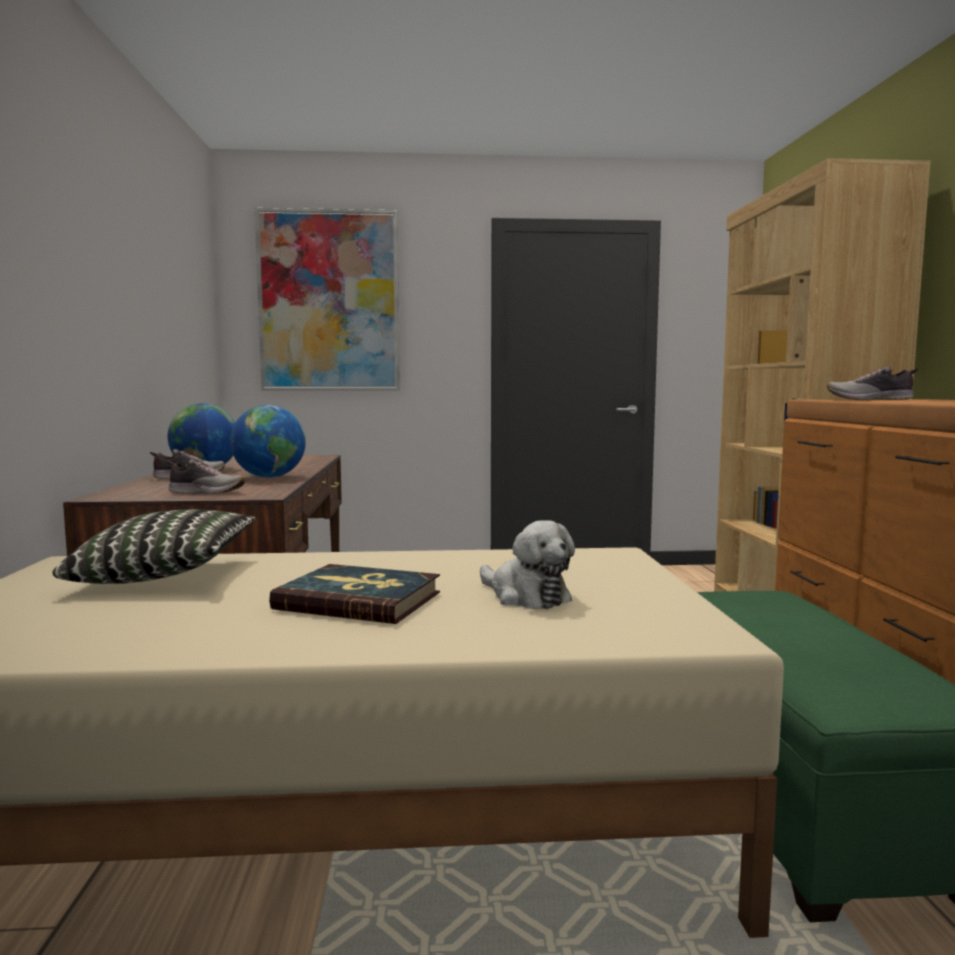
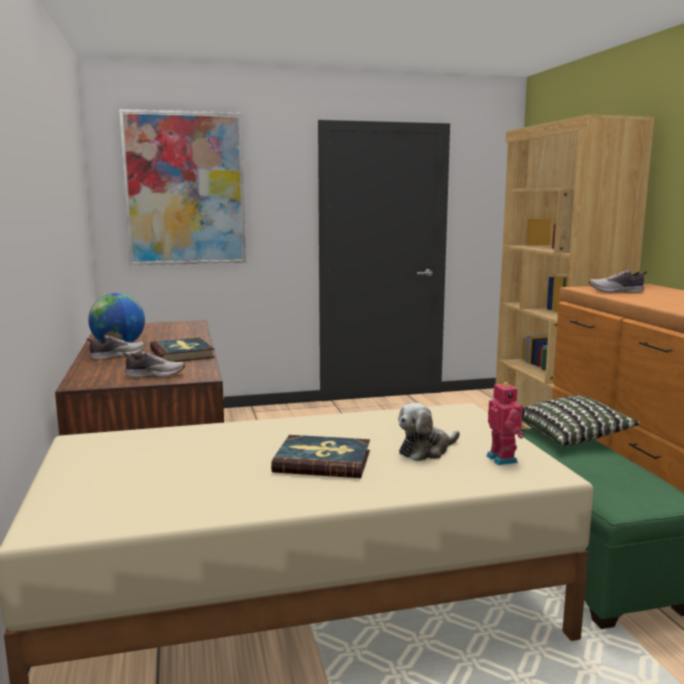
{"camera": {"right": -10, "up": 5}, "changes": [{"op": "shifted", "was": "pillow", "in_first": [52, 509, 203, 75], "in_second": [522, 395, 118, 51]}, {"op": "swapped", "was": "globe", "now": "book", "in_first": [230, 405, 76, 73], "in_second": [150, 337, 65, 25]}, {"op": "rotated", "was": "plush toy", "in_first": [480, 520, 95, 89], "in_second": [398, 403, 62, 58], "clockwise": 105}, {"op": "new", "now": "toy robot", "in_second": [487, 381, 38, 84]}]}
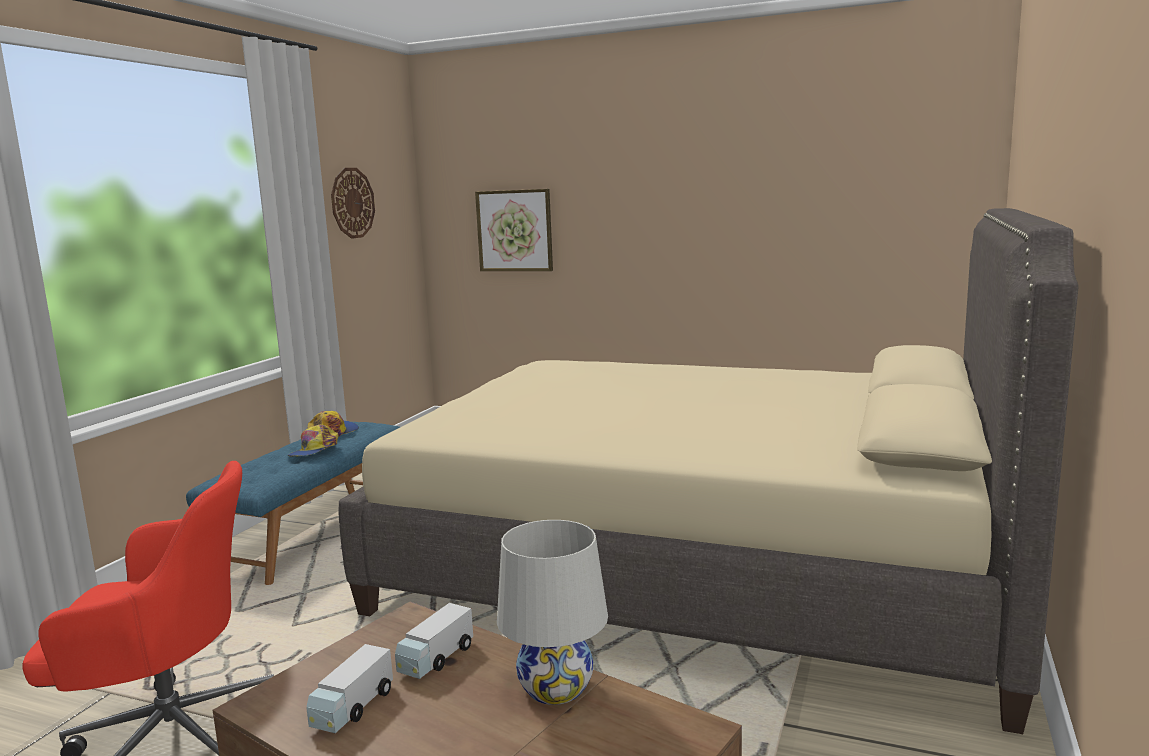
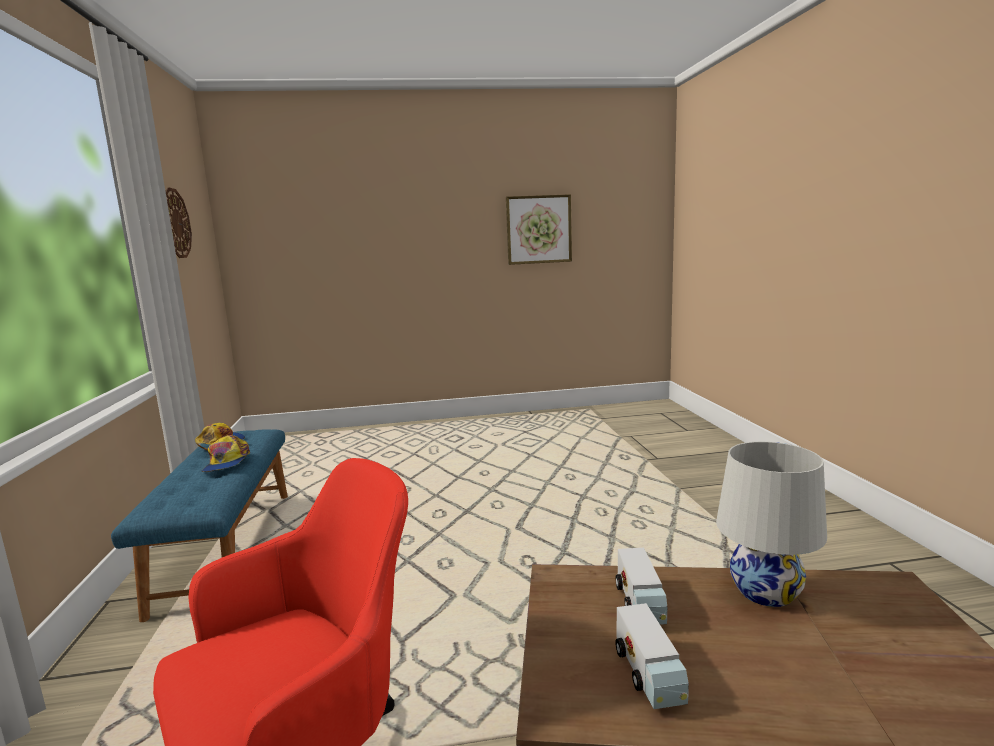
{"camera": {"right": -30, "up": 0}, "changes": [{"op": "gone", "was": "bed (beige)", "in_first": [338, 208, 741, 526]}, {"op": "shifted", "was": "picture", "in_first": [475, 189, 78, 82], "in_second": [506, 194, 66, 71]}]}
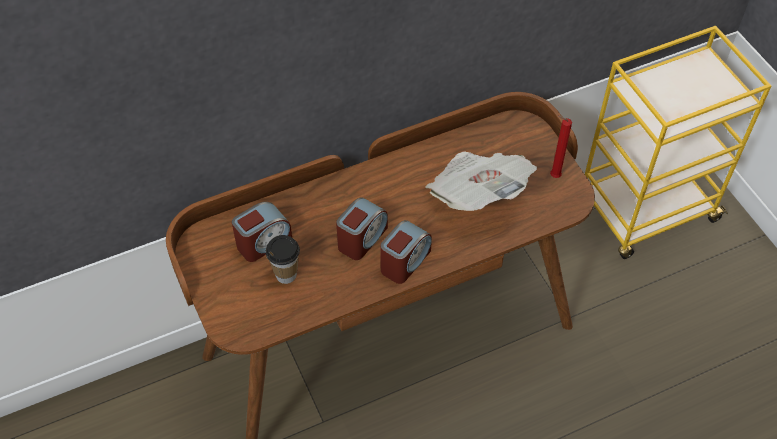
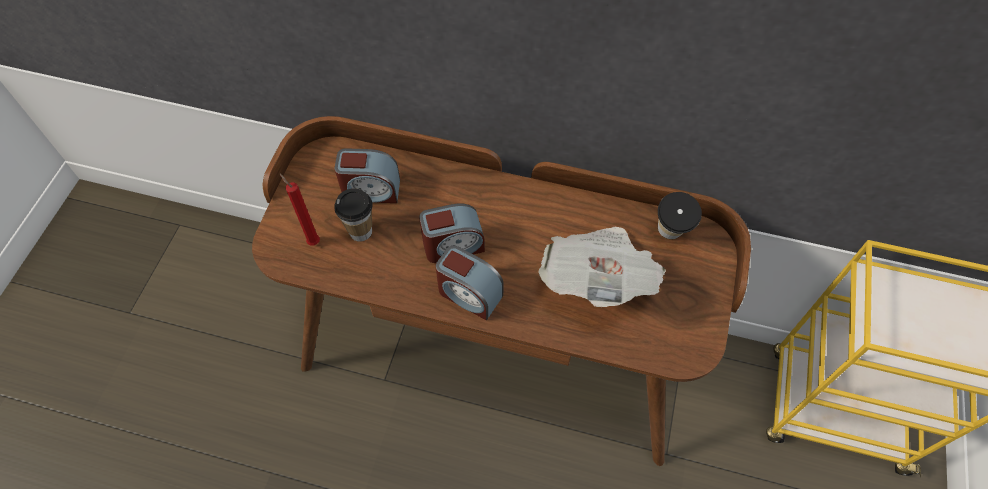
{"camera": {"right": 40, "up": 5}, "changes": [{"op": "rotated", "was": "alarm clock", "in_first": [380, 220, 52, 64], "in_second": [436, 246, 68, 74], "clockwise": 45}, {"op": "shifted", "was": "candle (red)", "in_first": [550, 115, 22, 63], "in_second": [280, 174, 40, 72]}, {"op": "new", "now": "cup", "in_second": [658, 192, 44, 47]}]}
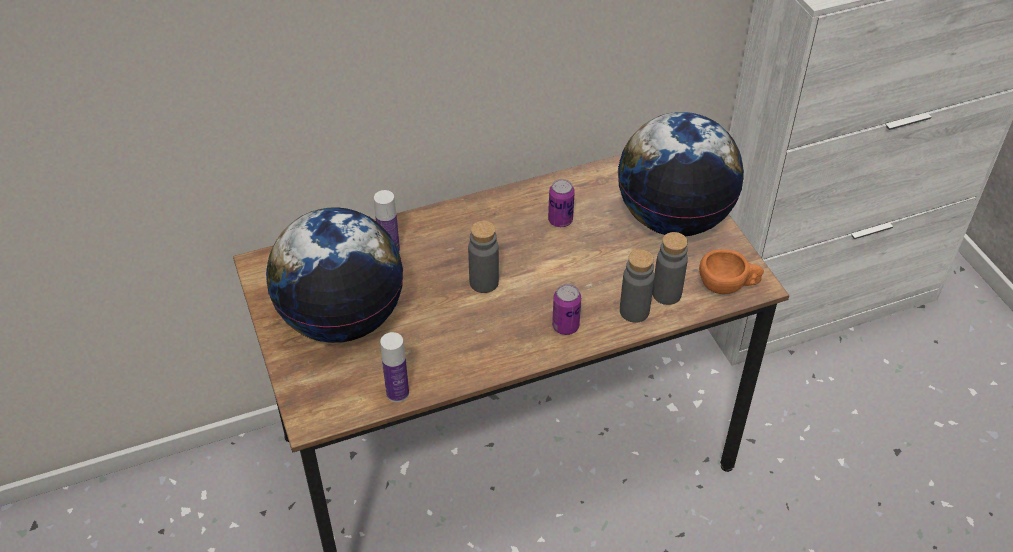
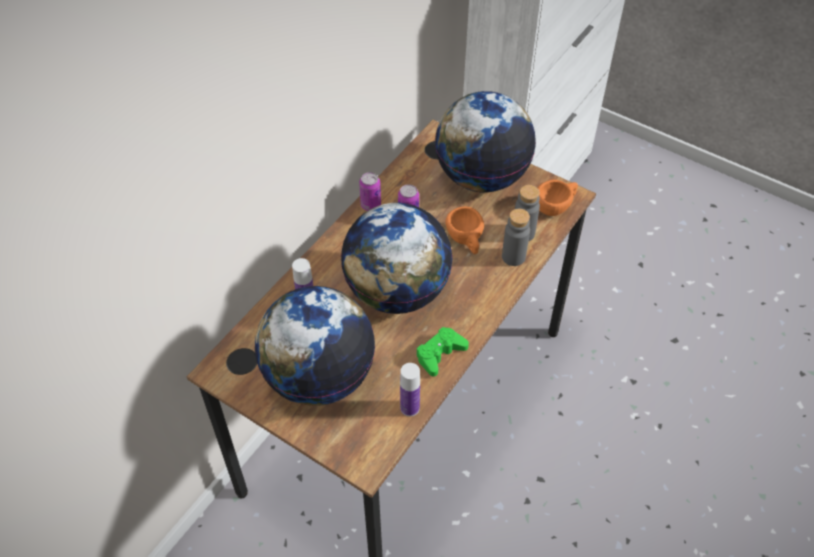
{"camera": {"right": -35, "up": 5}, "changes": [{"op": "swapped", "was": "bottle (grey)", "now": "globe", "in_first": [468, 221, 31, 72], "in_second": [341, 202, 112, 112]}, {"op": "shifted", "was": "can", "in_first": [552, 284, 29, 51], "in_second": [359, 172, 22, 39]}, {"op": "new", "now": "game controller (green)", "in_second": [416, 327, 53, 49]}, {"op": "new", "now": "cup (orange)", "in_second": [446, 207, 38, 47]}]}
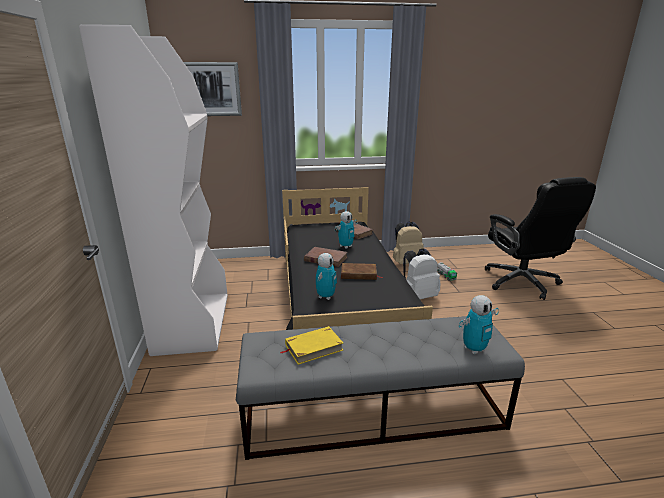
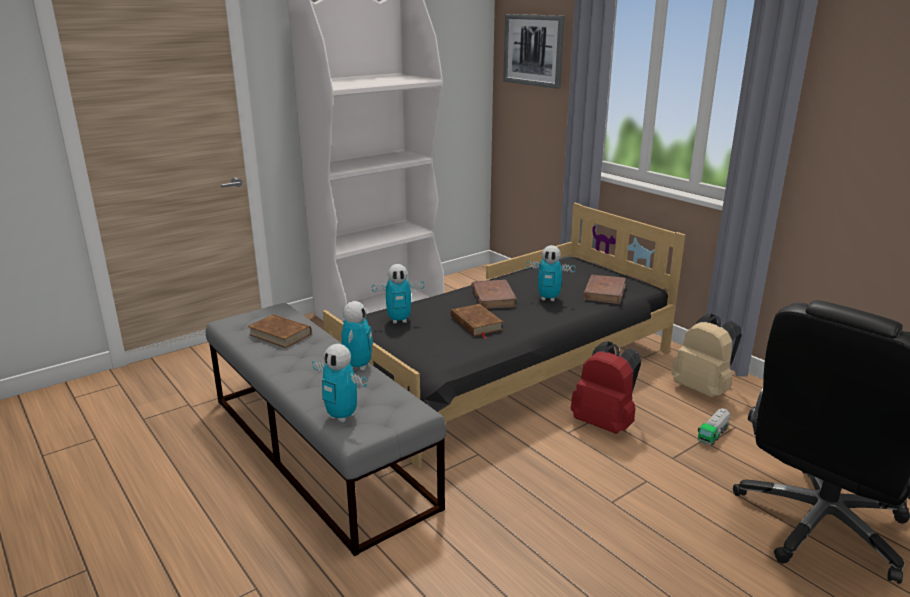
{"camera": {"right": 60, "up": 0}, "changes": [{"op": "repainted", "was": "book (yellow)", "now": "book (brown)", "in_first": [280, 326, 63, 39], "in_second": [248, 314, 64, 34]}, {"op": "repainted", "was": "backpack (white)", "now": "backpack (red)", "in_first": [403, 249, 38, 50], "in_second": [571, 342, 70, 92]}, {"op": "new", "now": "toy robot", "in_second": [341, 301, 32, 69]}]}
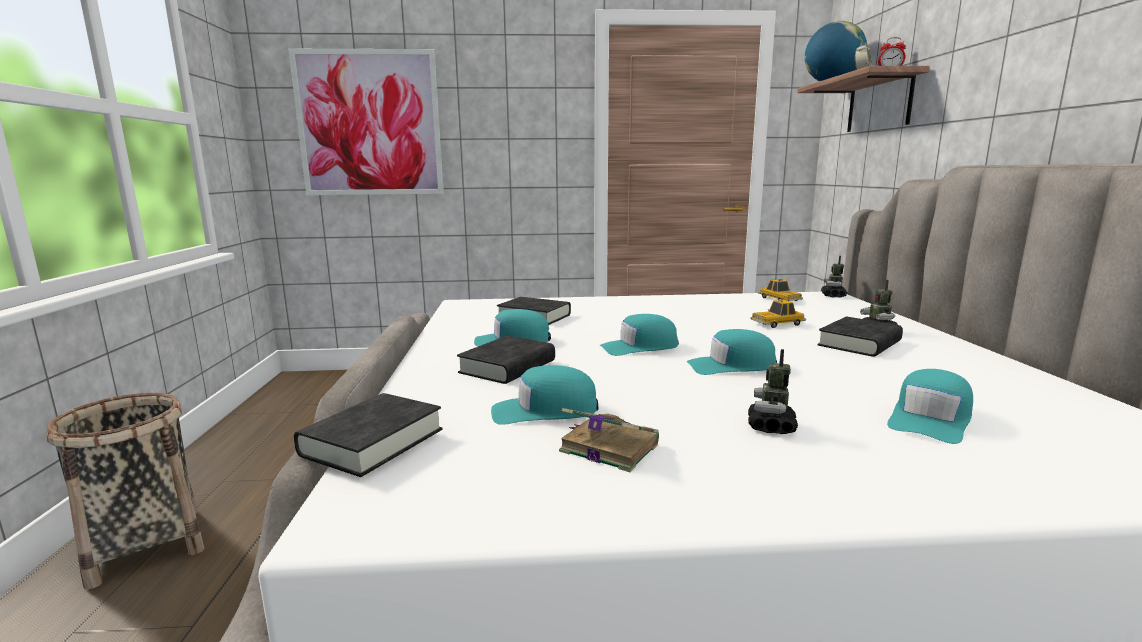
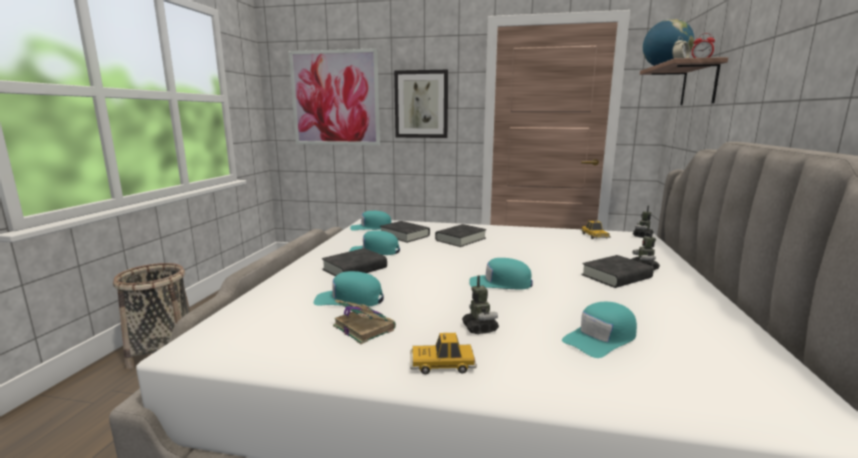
{"camera": {"right": 15, "up": 0}, "changes": [{"op": "shifted", "was": "book (black)", "in_first": [294, 393, 149, 84], "in_second": [435, 224, 51, 23]}, {"op": "shifted", "was": "cap (turquoise)", "in_first": [600, 314, 79, 42], "in_second": [350, 211, 41, 20]}, {"op": "rotated", "was": "toy robot", "in_first": [748, 349, 50, 85], "in_second": [462, 276, 37, 58], "clockwise": 135}, {"op": "shifted", "was": "toy car", "in_first": [750, 299, 56, 29], "in_second": [410, 333, 67, 41]}, {"op": "new", "now": "picture", "in_second": [394, 70, 54, 68]}]}
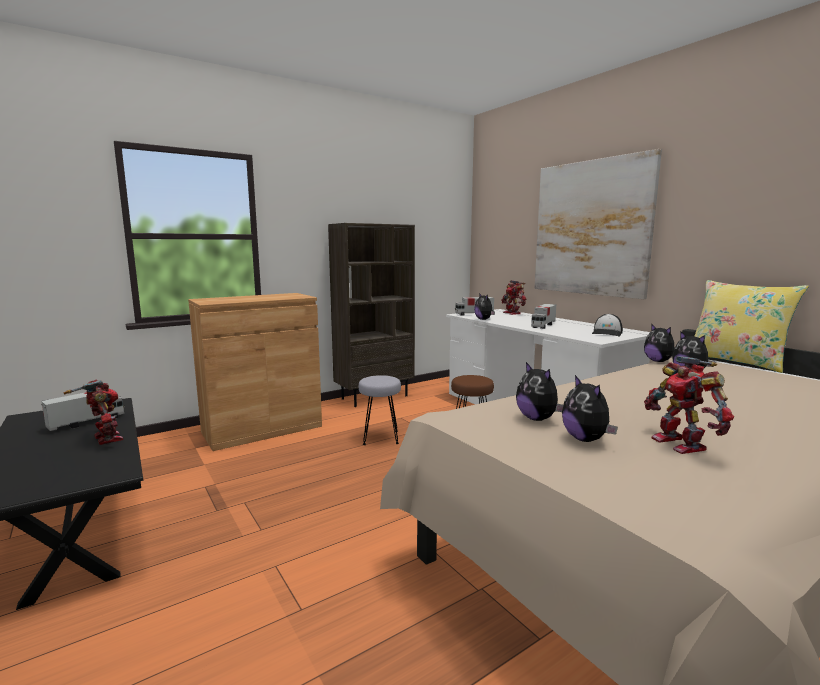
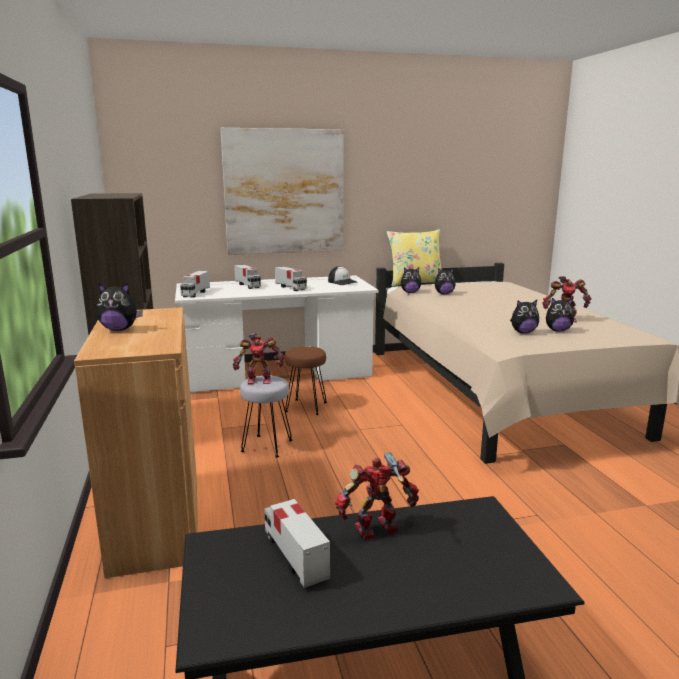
{"camera": {"right": -70, "up": 5}, "changes": [{"op": "shifted", "was": "plush toy", "in_first": [474, 293, 21, 27], "in_second": [97, 283, 46, 48]}, {"op": "shifted", "was": "toy robot", "in_first": [501, 280, 25, 35], "in_second": [233, 333, 52, 51]}, {"op": "new", "now": "toy truck", "in_second": [234, 265, 27, 24]}]}
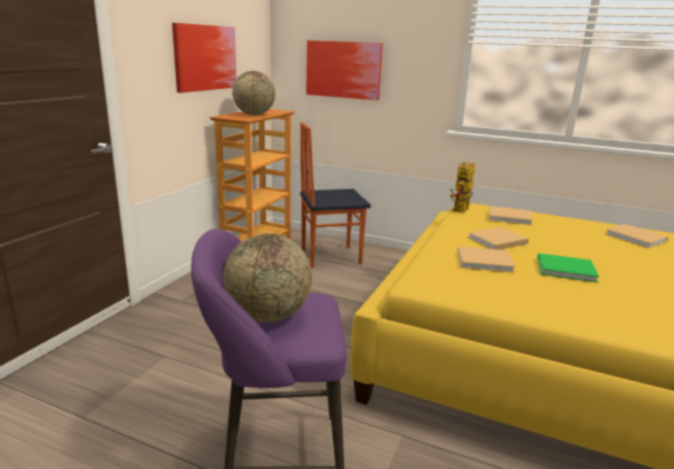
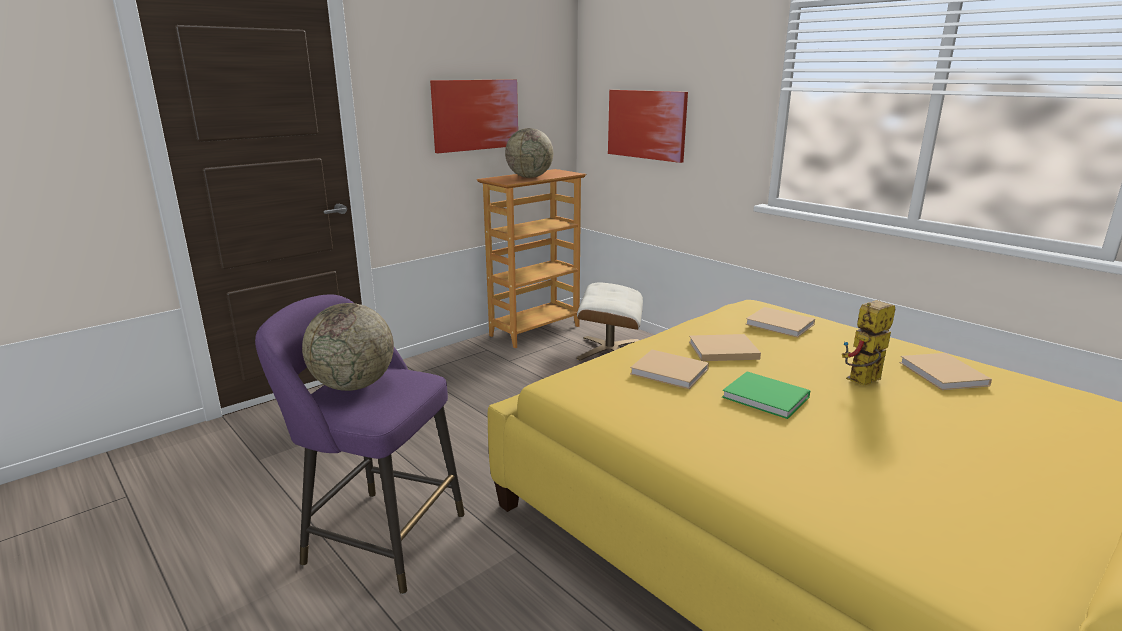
{"camera": {"right": 25, "up": 0}, "changes": [{"op": "swapped", "was": "chair", "now": "ottoman (beige)", "in_first": [300, 122, 71, 146], "in_second": [576, 282, 67, 79]}, {"op": "shifted", "was": "toy robot", "in_first": [450, 162, 25, 51], "in_second": [842, 300, 53, 85]}]}
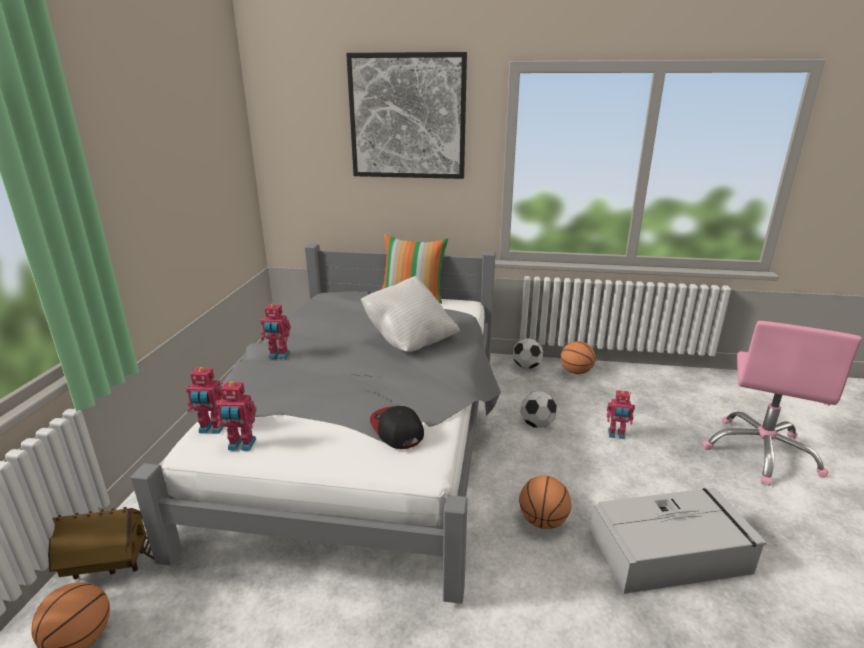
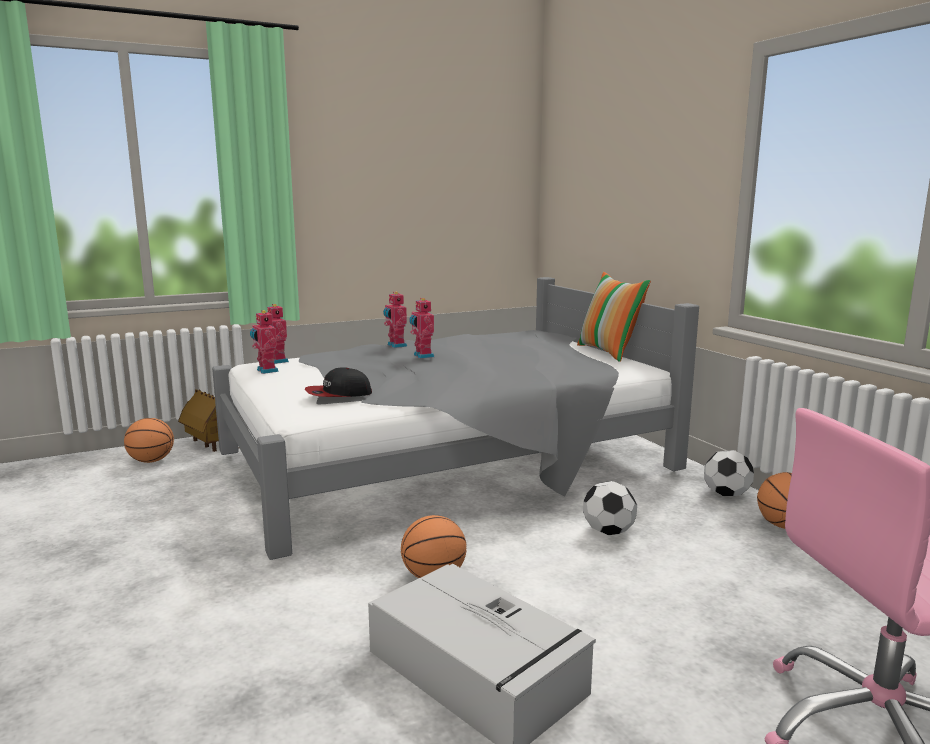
{"camera": {"right": 55, "up": -10}, "changes": [{"op": "gone", "was": "picture", "in_first": [346, 52, 121, 127]}, {"op": "gone", "was": "pillow (white)", "in_first": [361, 276, 99, 76]}, {"op": "rotated", "was": "cap", "in_first": [370, 406, 54, 43], "in_second": [305, 367, 67, 30], "clockwise": -135}, {"op": "shifted", "was": "toy robot", "in_first": [607, 390, 28, 49], "in_second": [409, 298, 25, 60]}]}
